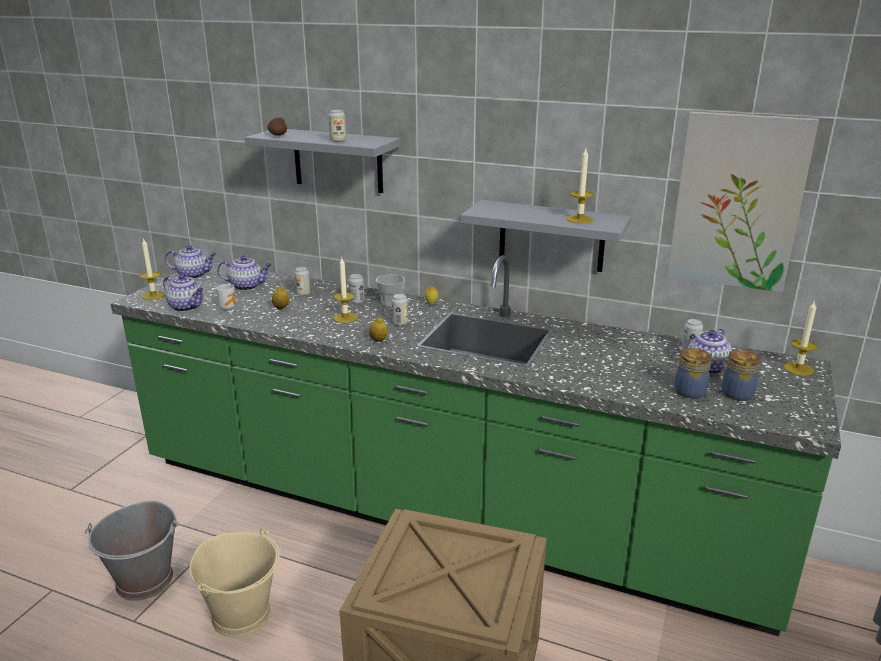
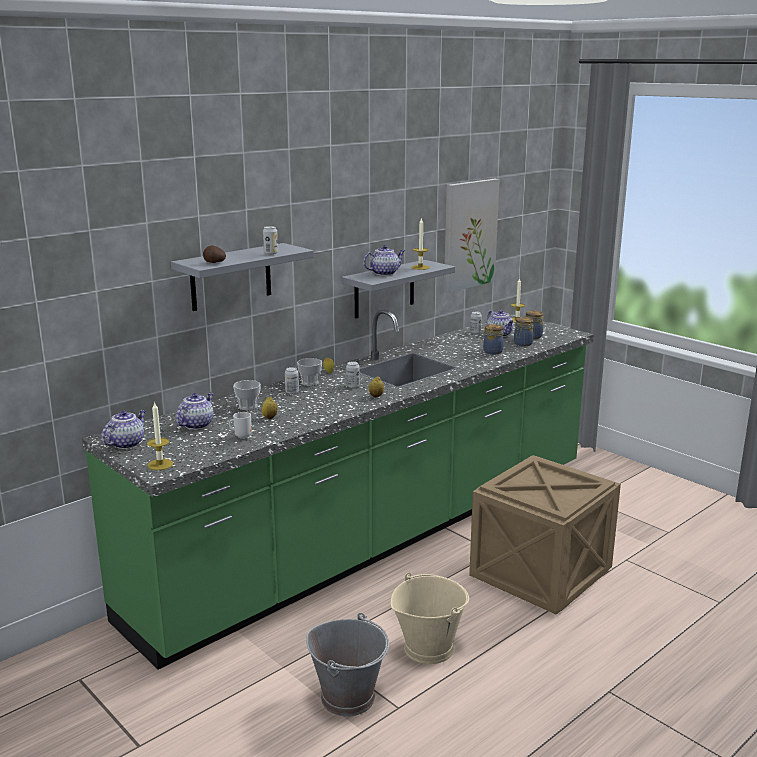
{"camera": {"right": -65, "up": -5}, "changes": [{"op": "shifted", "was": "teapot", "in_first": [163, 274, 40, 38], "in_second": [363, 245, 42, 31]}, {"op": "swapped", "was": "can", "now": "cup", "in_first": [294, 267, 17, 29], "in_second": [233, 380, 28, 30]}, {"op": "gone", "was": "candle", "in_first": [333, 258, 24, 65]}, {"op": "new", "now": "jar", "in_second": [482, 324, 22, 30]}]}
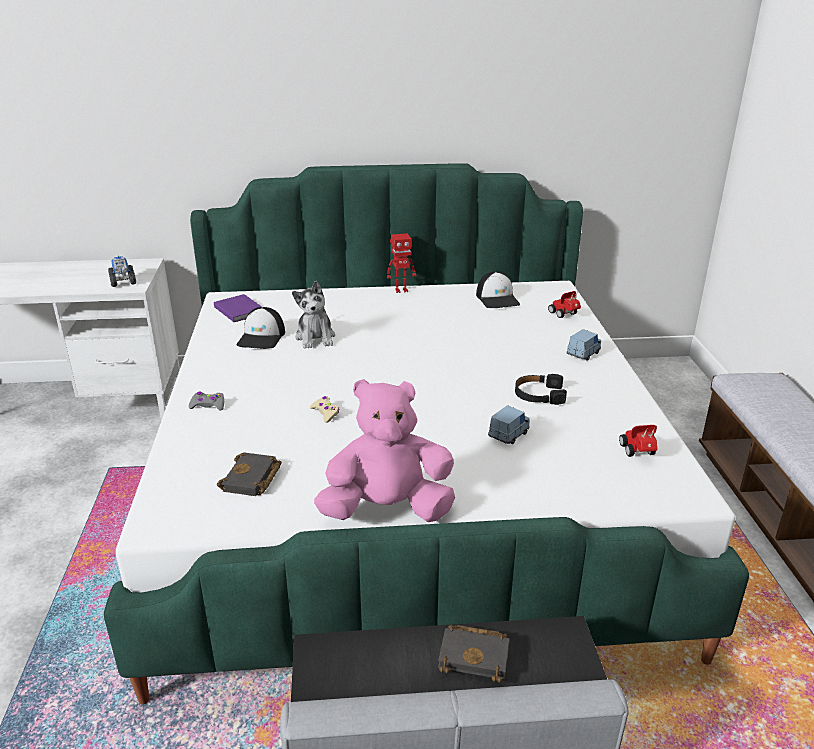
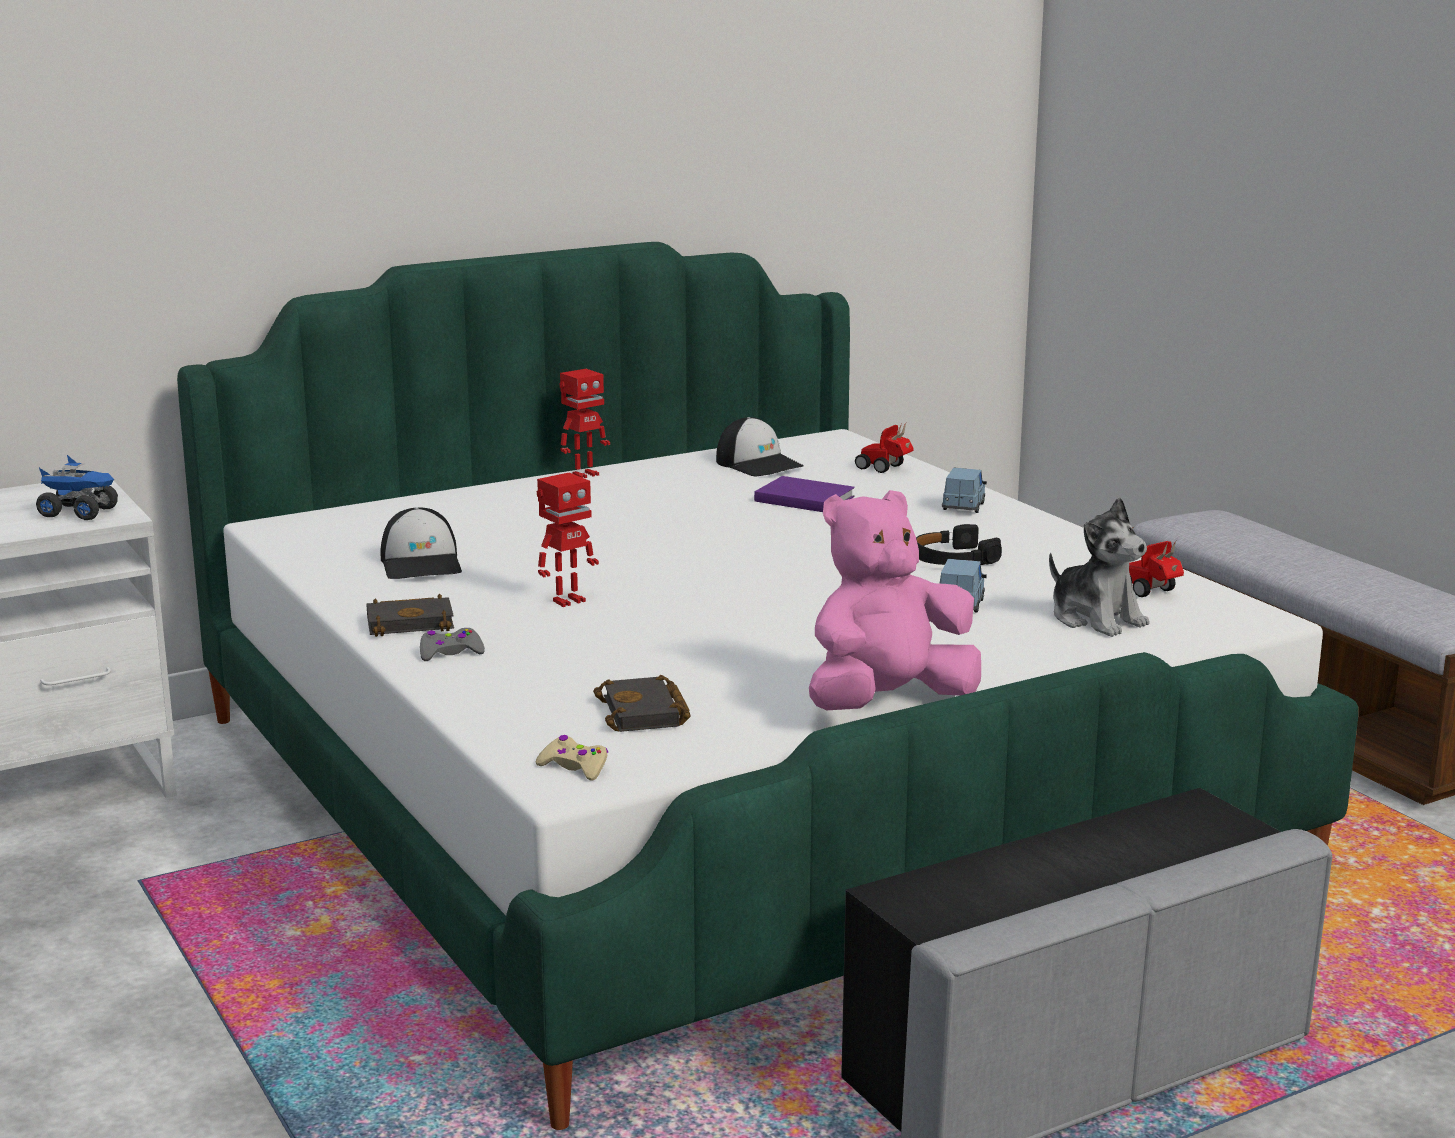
{"camera": {"right": -25, "up": -10}, "changes": [{"op": "rotated", "was": "toy truck", "in_first": [108, 256, 28, 31], "in_second": [36, 455, 82, 65], "clockwise": 150}, {"op": "shifted", "was": "book (purple)", "in_first": [214, 294, 48, 28], "in_second": [754, 476, 101, 36]}, {"op": "shifted", "was": "plush toy", "in_first": [292, 281, 43, 68], "in_second": [1049, 497, 101, 140]}, {"op": "shifted", "was": "game controller (beige)", "in_first": [310, 396, 30, 27], "in_second": [536, 735, 72, 46]}, {"op": "shifted", "was": "book (black)", "in_first": [438, 625, 71, 58], "in_second": [366, 593, 88, 44]}, {"op": "new", "now": "toy robot", "in_second": [537, 473, 62, 134]}]}
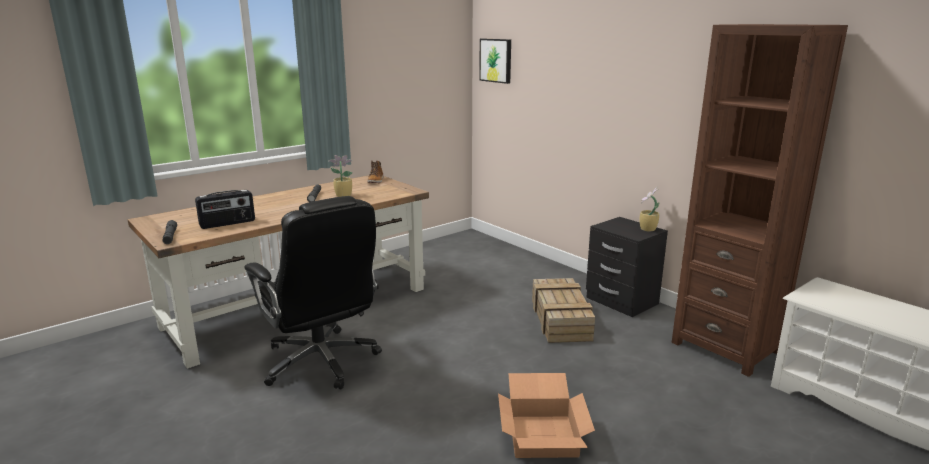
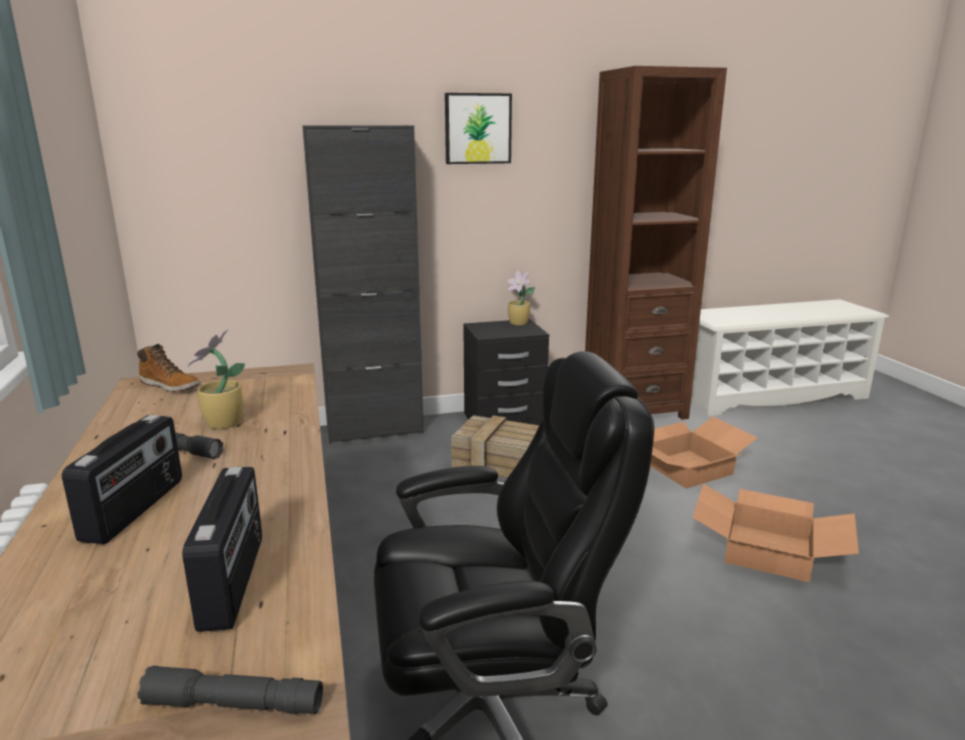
{"camera": {"right": -65, "up": 0}, "changes": [{"op": "shifted", "was": "picture", "in_first": [479, 39, 32, 45], "in_second": [445, 93, 67, 71]}, {"op": "new", "now": "radio", "in_second": [62, 415, 120, 129]}, {"op": "new", "now": "cabinet (black)", "in_second": [302, 125, 122, 319]}, {"op": "new", "now": "cardboard box", "in_second": [650, 417, 107, 72]}]}
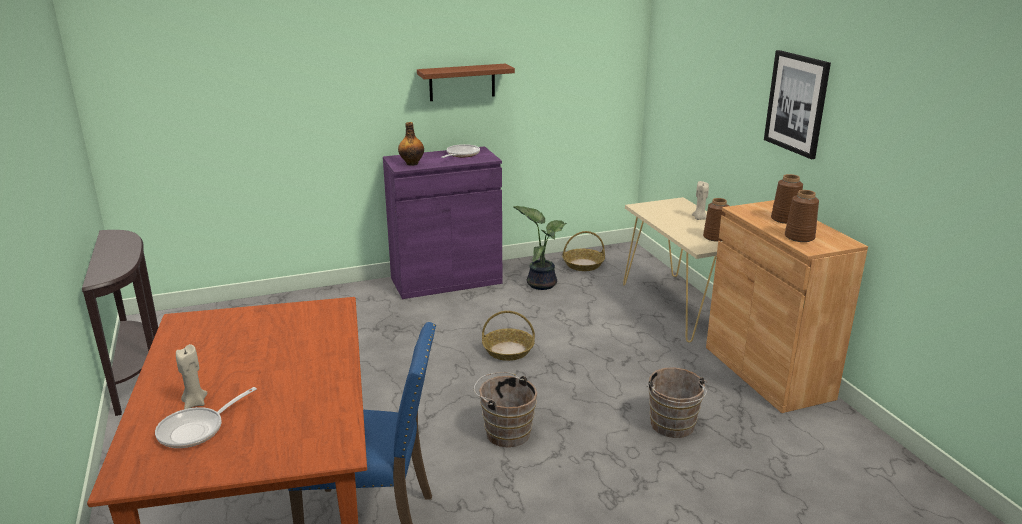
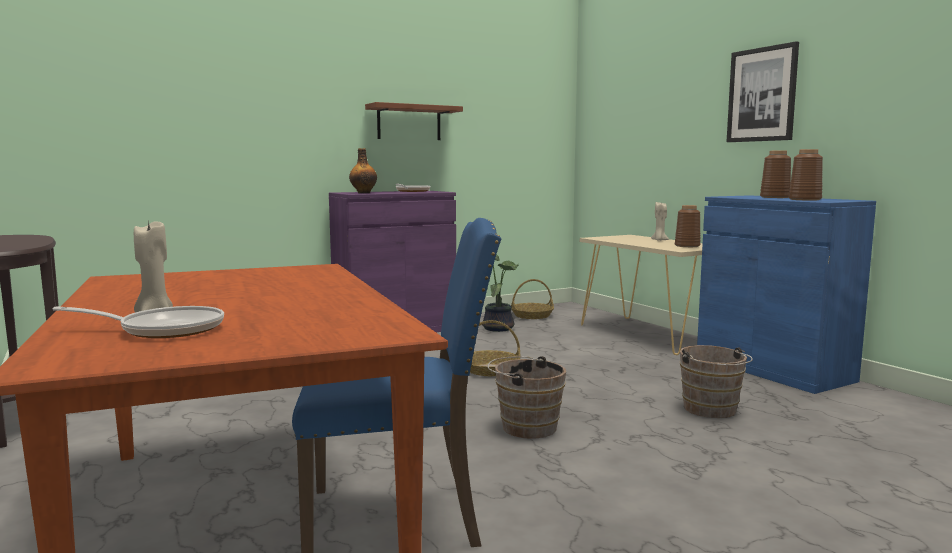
{"camera": {"right": -10, "up": -15}, "changes": [{"op": "rotated", "was": "frying pan", "in_first": [155, 387, 102, 61], "in_second": [53, 306, 171, 32], "clockwise": -120}, {"op": "repainted", "was": "cabinet (brown)", "now": "cabinet (blue)", "in_first": [706, 200, 162, 213], "in_second": [697, 195, 179, 199]}]}
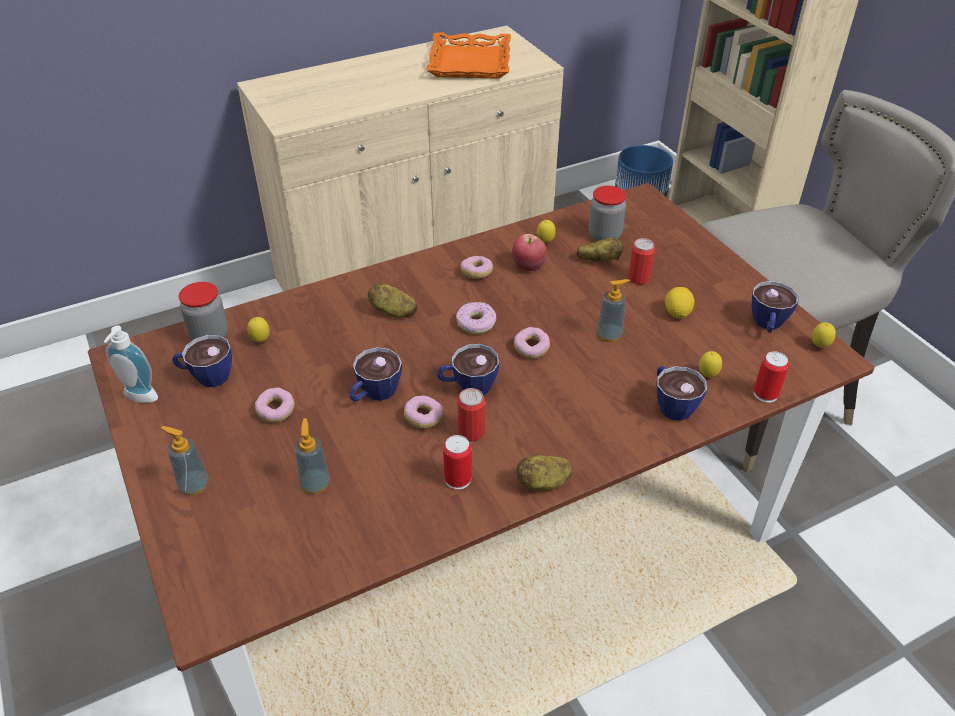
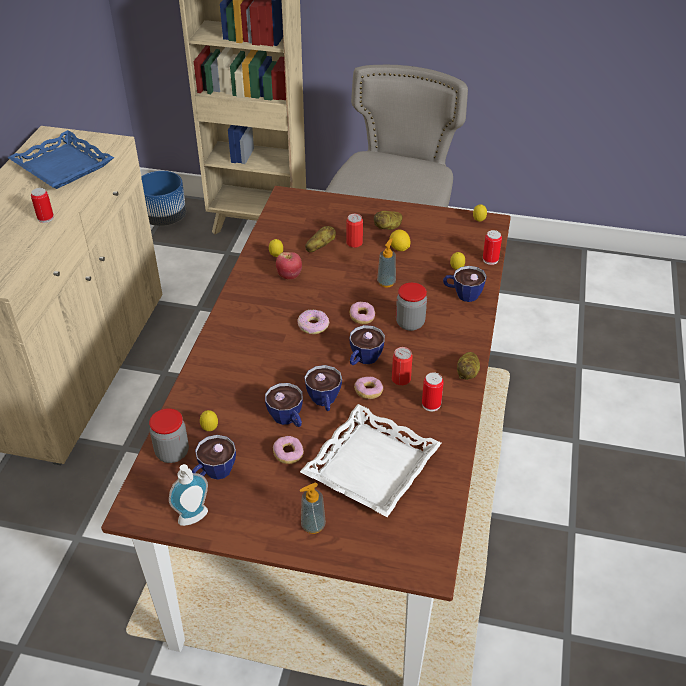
{"camera": {"right": -50, "up": 0}, "changes": [{"op": "swapped", "was": "soap dispenser", "now": "tray (white)", "in_first": [294, 418, 36, 76], "in_second": [300, 404, 141, 113]}, {"op": "shifted", "was": "potato", "in_first": [368, 283, 49, 35], "in_second": [374, 211, 29, 19]}, {"op": "repainted", "was": "tray (orange)", "now": "tray (blue)", "in_first": [426, 32, 85, 47], "in_second": [7, 130, 107, 59]}, {"op": "gone", "was": "donut", "in_first": [460, 256, 33, 23]}, {"op": "shifted", "was": "jar", "in_first": [588, 186, 38, 55], "in_second": [396, 282, 31, 49]}, {"op": "shifted", "was": "cup", "in_first": [752, 281, 47, 52], "in_second": [265, 383, 38, 44]}, {"op": "new", "now": "can", "in_second": [31, 188, 23, 35]}]}
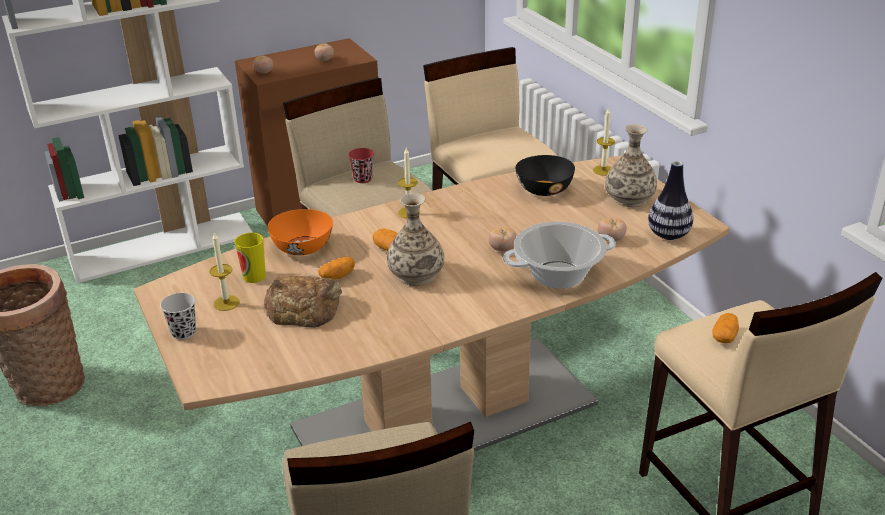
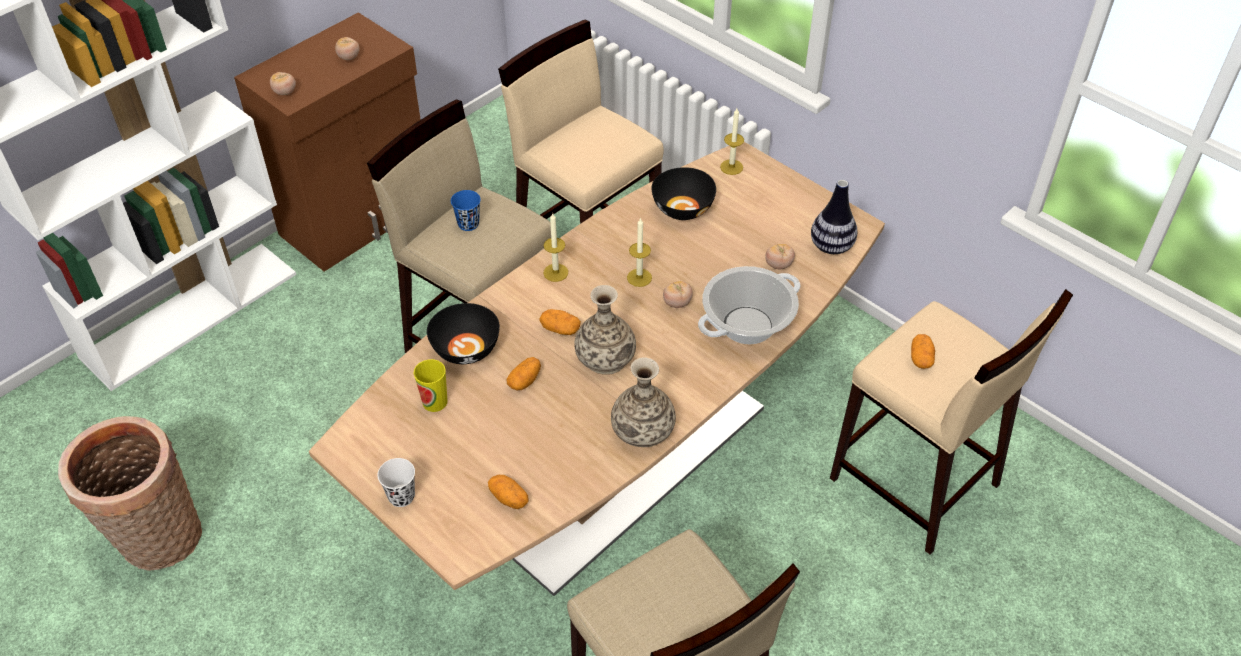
{"camera": {"right": -20, "up": 15}, "changes": [{"op": "repainted", "was": "cup (black)", "now": "cup (white)", "in_first": [160, 293, 36, 47], "in_second": [377, 458, 38, 49]}, {"op": "shifted", "was": "candle", "in_first": [210, 232, 30, 79], "in_second": [627, 218, 25, 69]}, {"op": "gone", "was": "bread", "in_first": [264, 276, 78, 52]}, {"op": "repainted", "was": "bowl (orange)", "now": "bowl (black)", "in_first": [268, 209, 65, 46], "in_second": [427, 303, 73, 61]}, {"op": "repainted", "was": "cup (red)", "now": "cup (blue)", "in_first": [348, 148, 26, 35], "in_second": [451, 190, 30, 41]}, {"op": "shifted", "was": "vase", "in_first": [605, 124, 52, 83], "in_second": [611, 357, 65, 90]}, {"op": "new", "now": "potato", "in_second": [488, 475, 41, 34]}]}
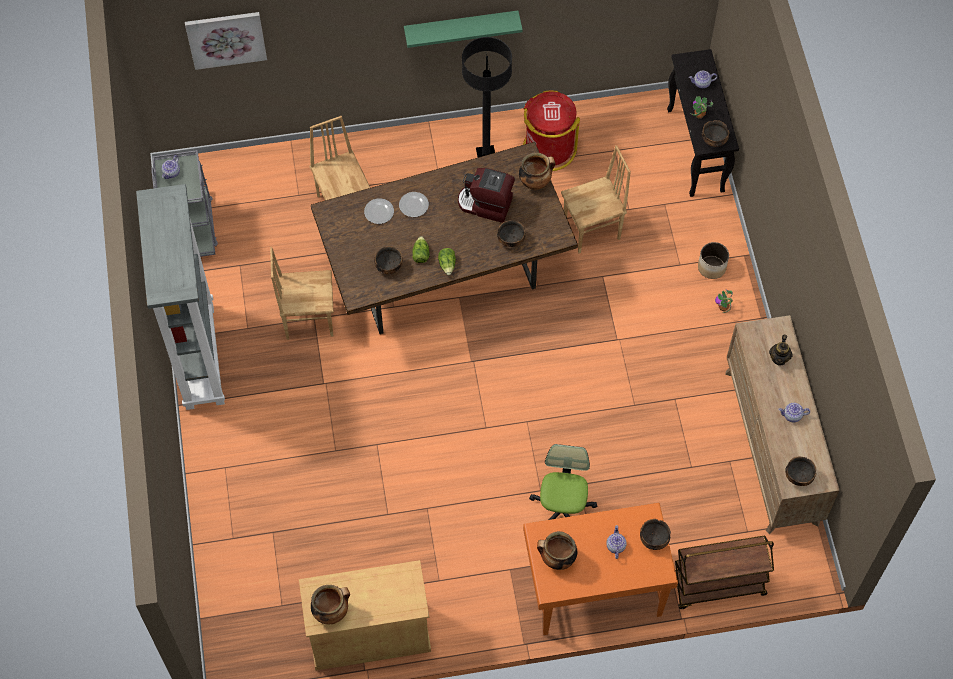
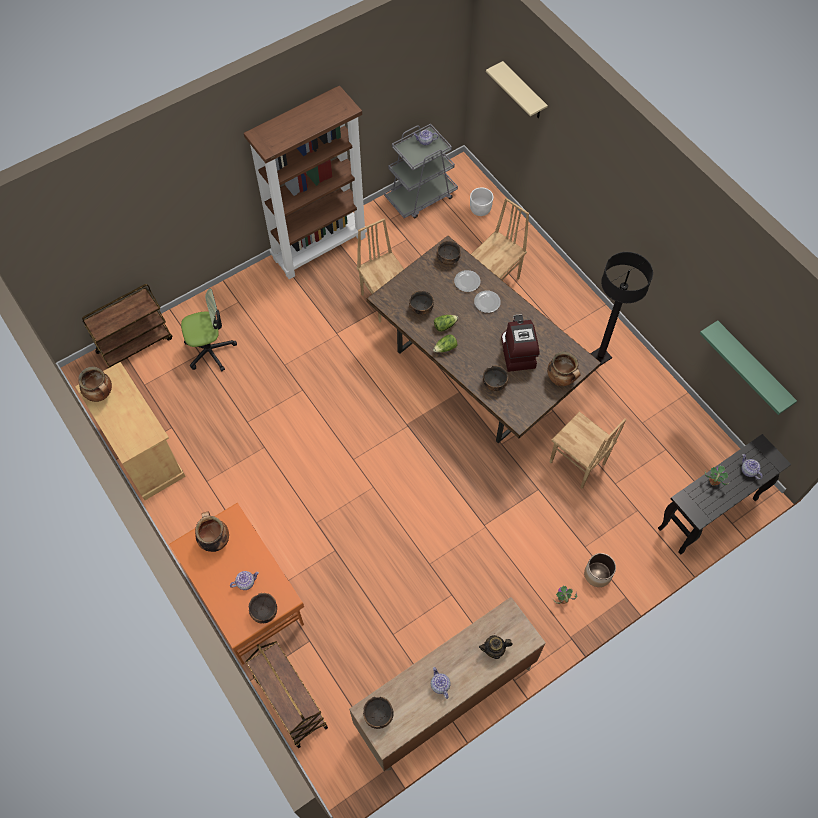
{"camera": {"right": 65, "up": 0}, "changes": [{"op": "repainted", "was": "bookcase (grey)", "now": "bookcase (brown)", "in_first": [136, 184, 89, 226], "in_second": [244, 86, 123, 193]}, {"op": "swapped", "was": "picture", "now": "shelf (beige)", "in_first": [185, 12, 82, 58], "in_second": [486, 61, 62, 57]}, {"op": "shifted", "was": "shelf (green)", "in_first": [404, 11, 119, 37], "in_second": [700, 320, 97, 95]}, {"op": "gone", "was": "trash can (red)", "in_first": [523, 90, 57, 81]}, {"op": "shifted", "was": "office chair", "in_first": [529, 444, 68, 76], "in_second": [181, 289, 56, 82]}, {"op": "shifted", "was": "bowl", "in_first": [702, 120, 27, 27], "in_second": [437, 240, 24, 25]}, {"op": "new", "now": "cart (brown)", "in_second": [82, 284, 90, 84]}, {"op": "new", "now": "planter (white)", "in_second": [470, 187, 23, 29]}]}
